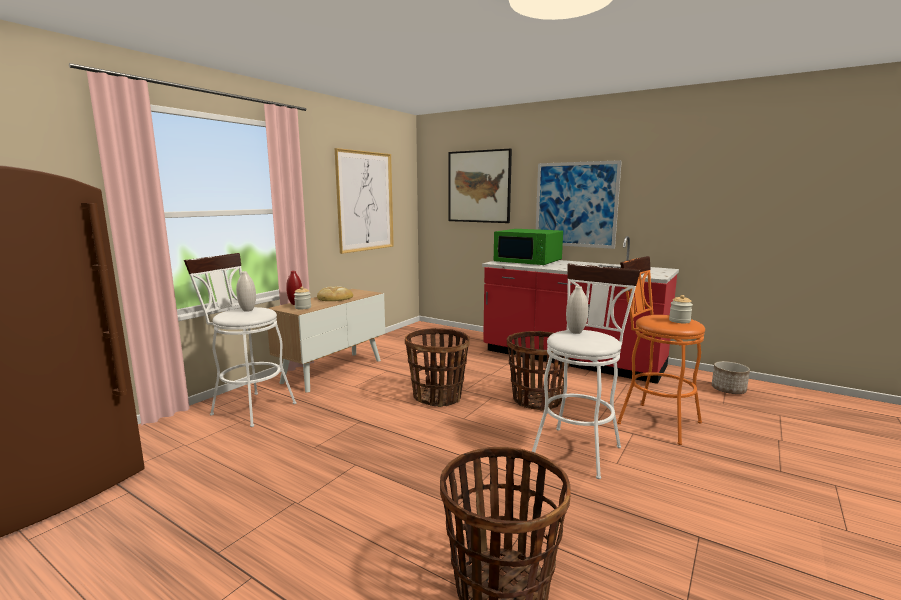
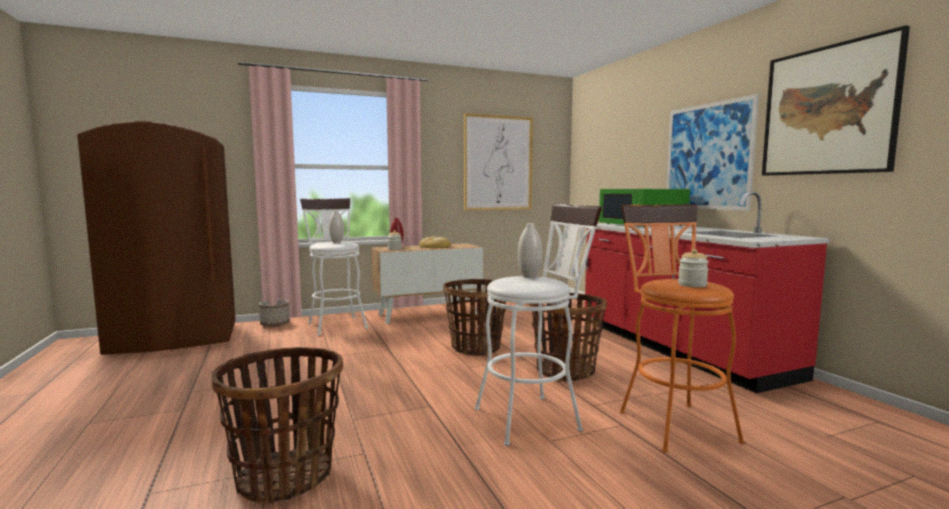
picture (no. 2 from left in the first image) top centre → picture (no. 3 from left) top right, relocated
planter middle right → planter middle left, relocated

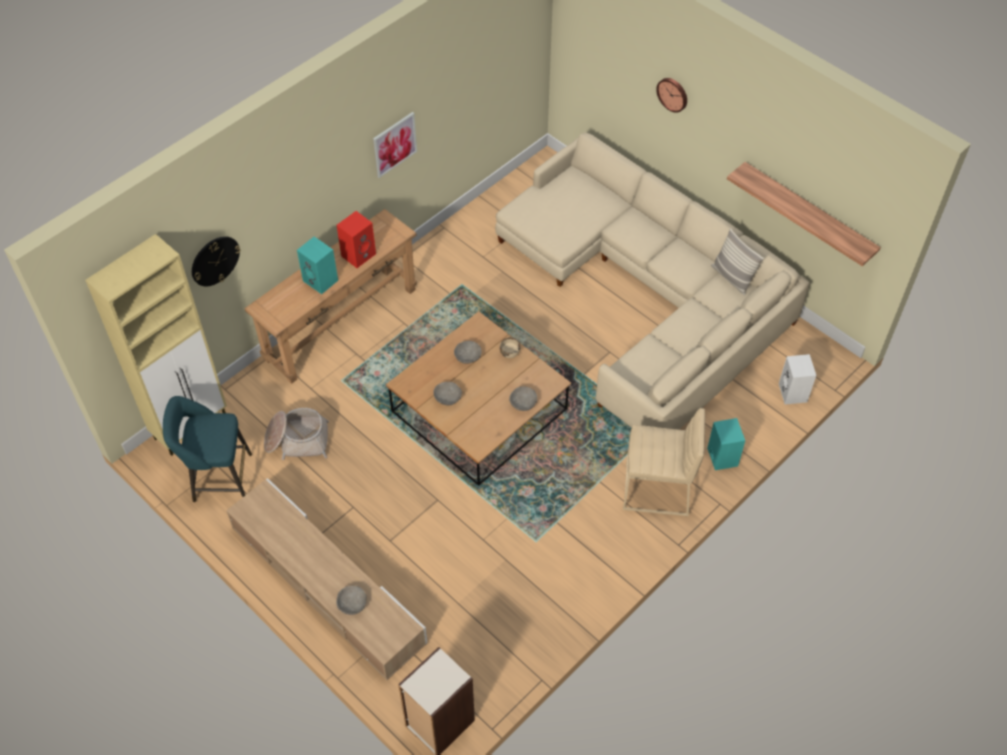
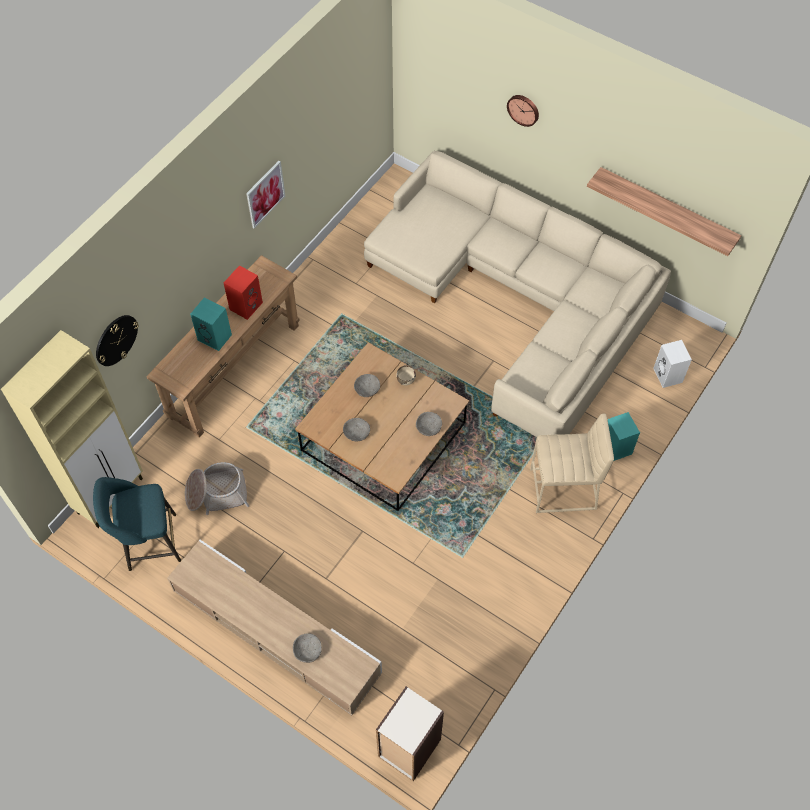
pillow middle right → -

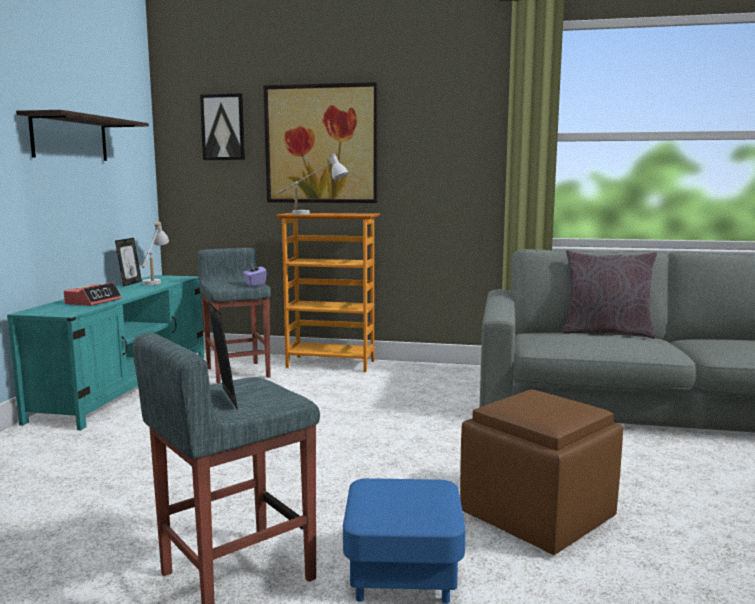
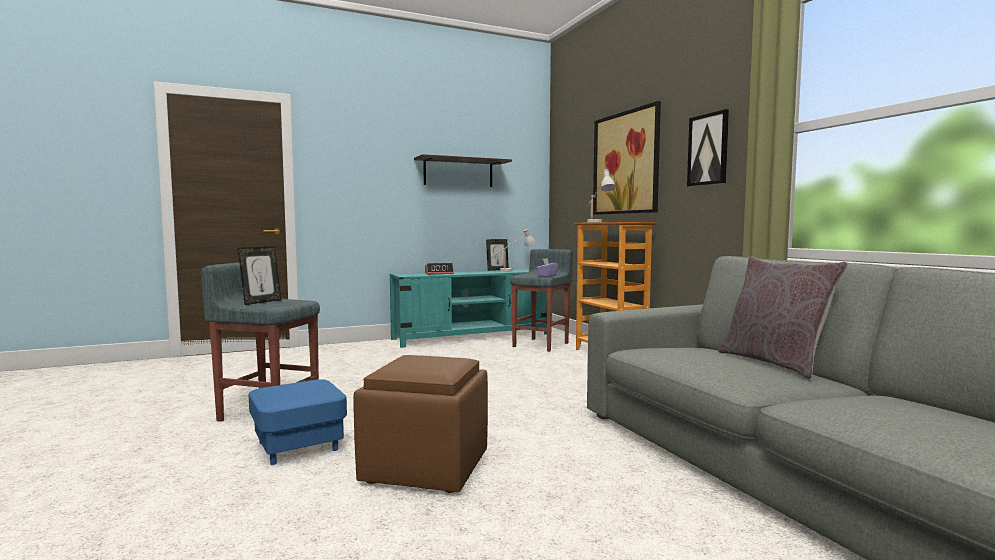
picture (no. 1 from left in the first image) top left → picture (no. 2 from left) top right, relocated

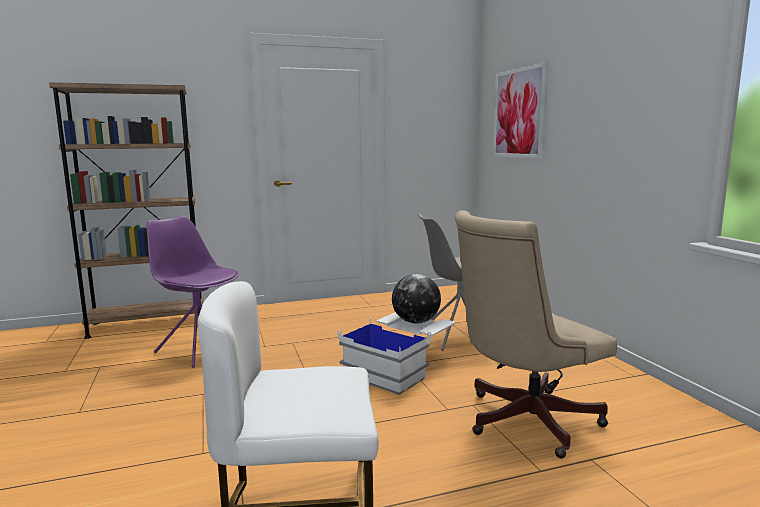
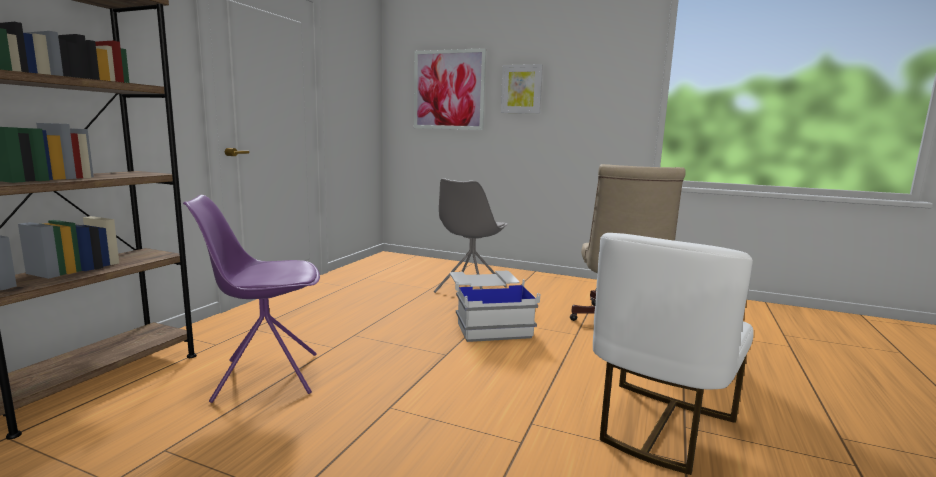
globe centre → -
- → picture (no. 2 from left) top centre

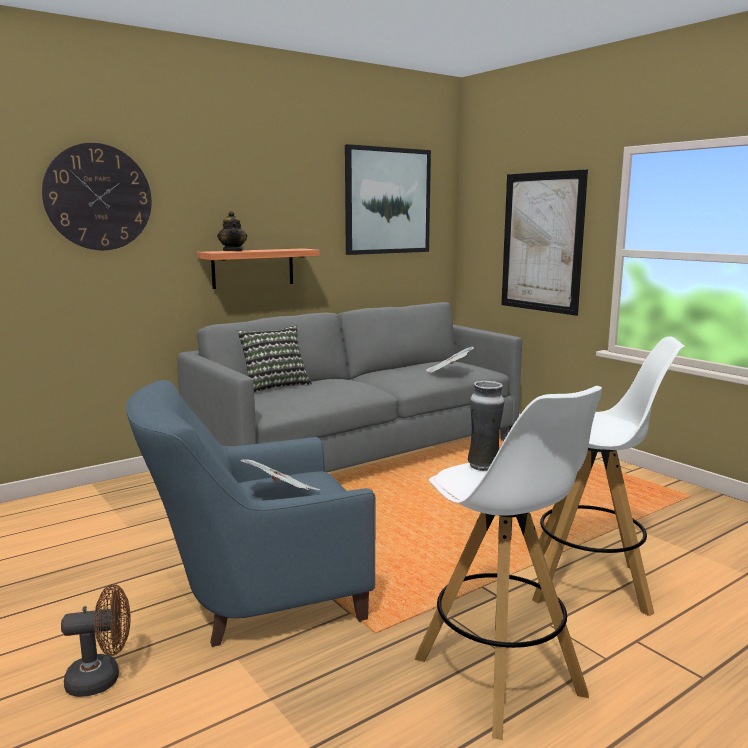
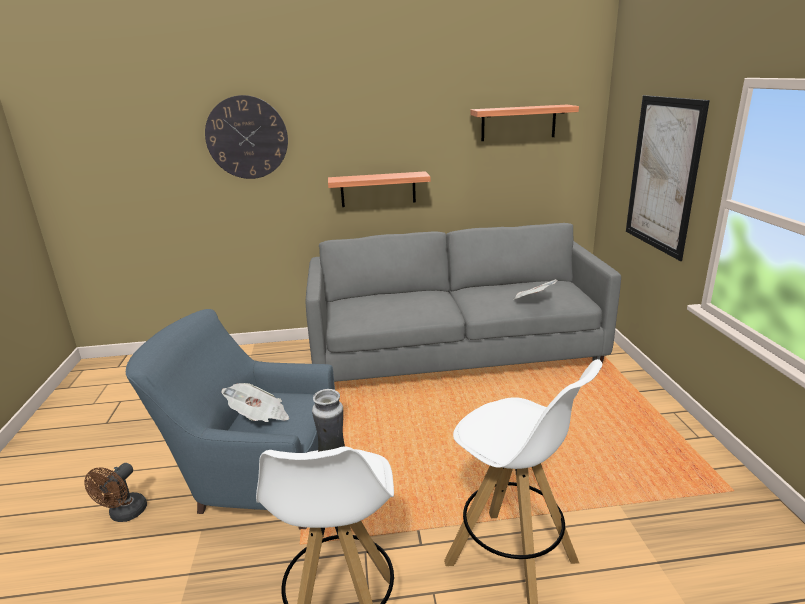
teapot top left → -
pillow centre → -
picture (no. 1 from left) top centre → shelf (no. 2 from left) top centre
fan (brown) bottom left, 90 degrees clockwise

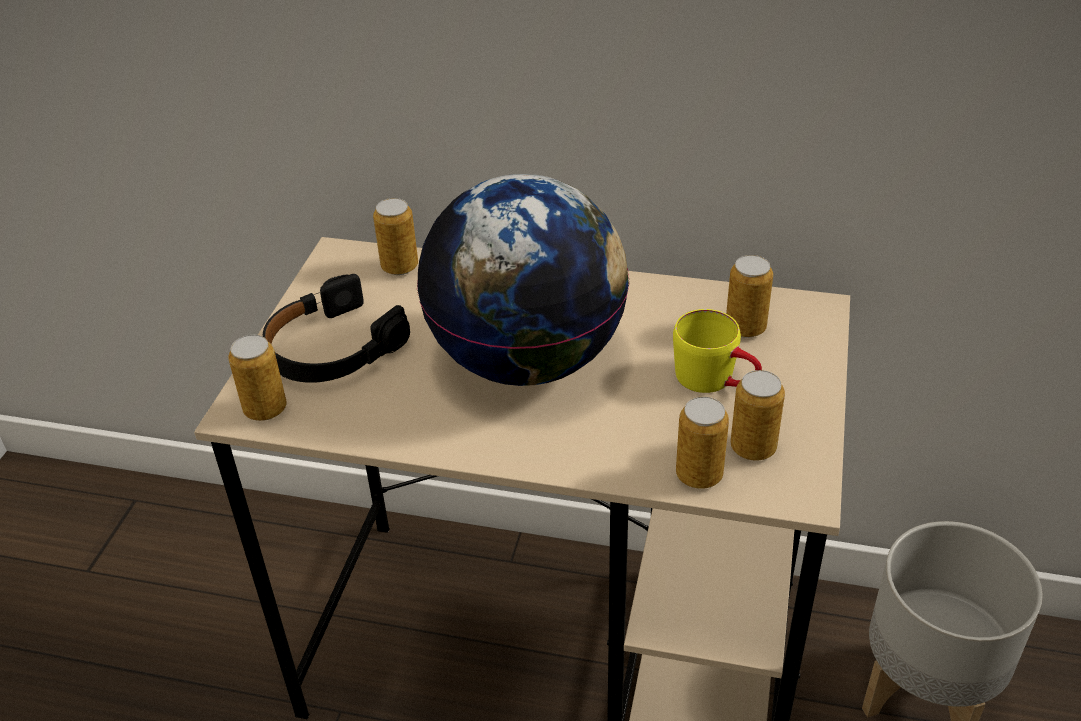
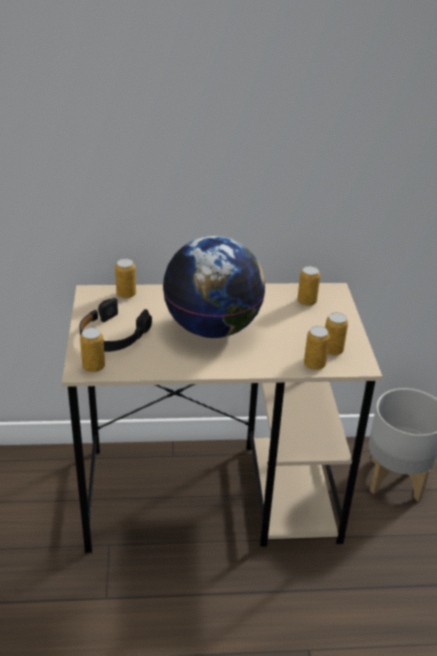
mug (yellow) centre → -

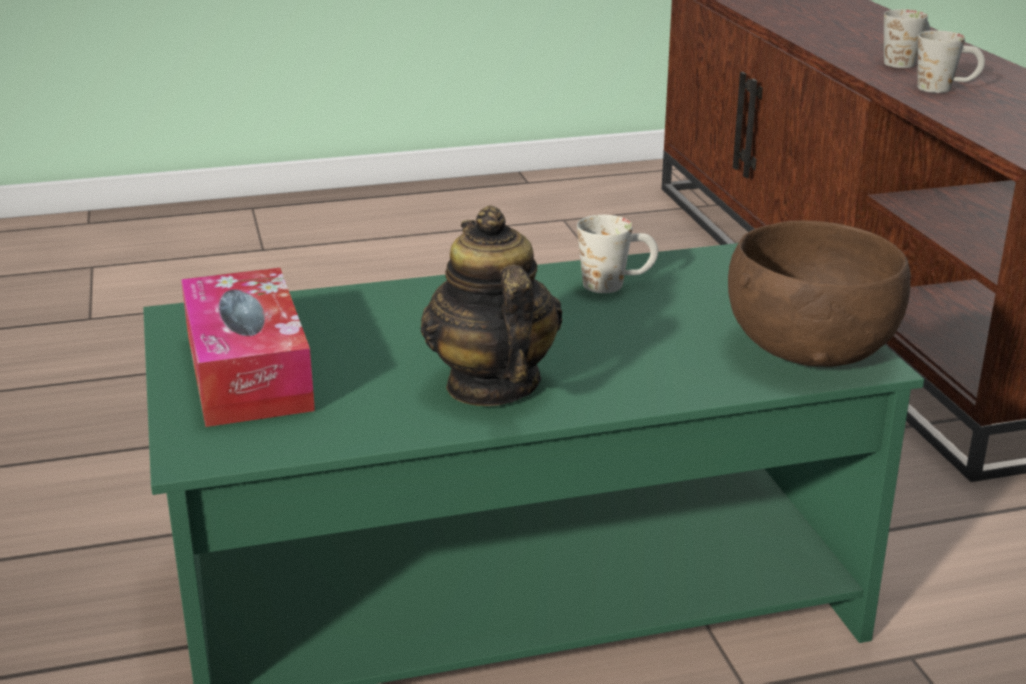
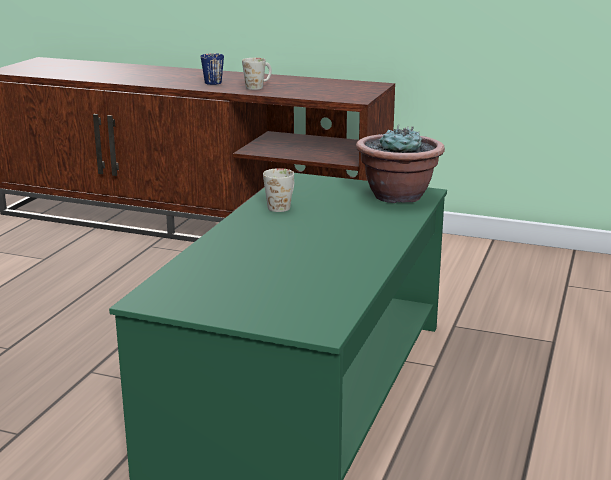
tissue box middle left → -
teapot centre → -
bowl (brown) middle right → potted plant centre
mug (white) (no. 2 from left) top right → mug (blue) top centre

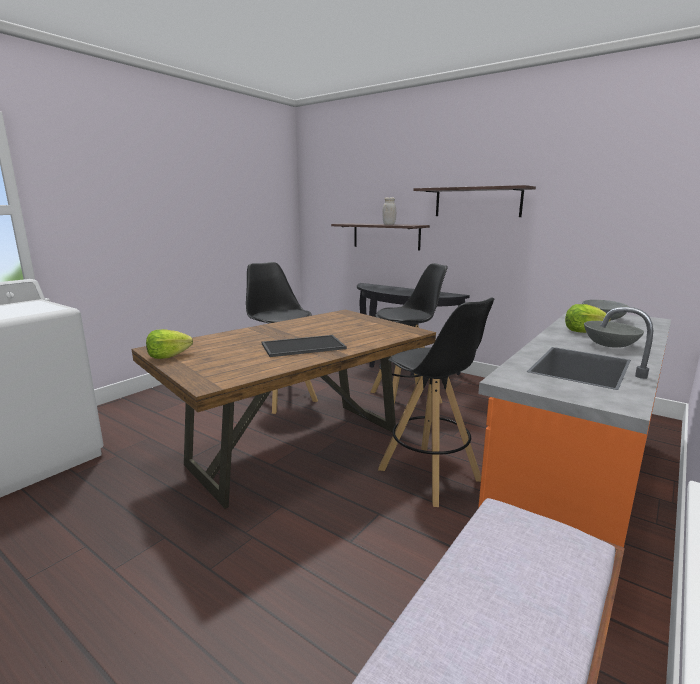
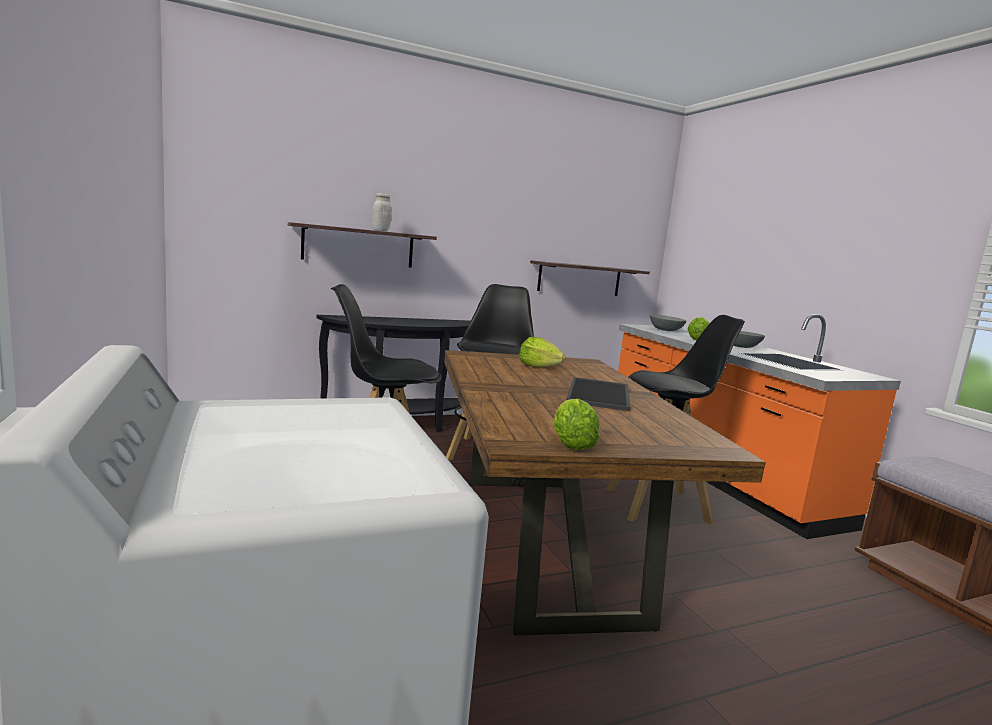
- → lettuce (no. 1 from left) centre
shelf (no. 2 from left) top right → shelf (no. 2 from left) centre, relocated

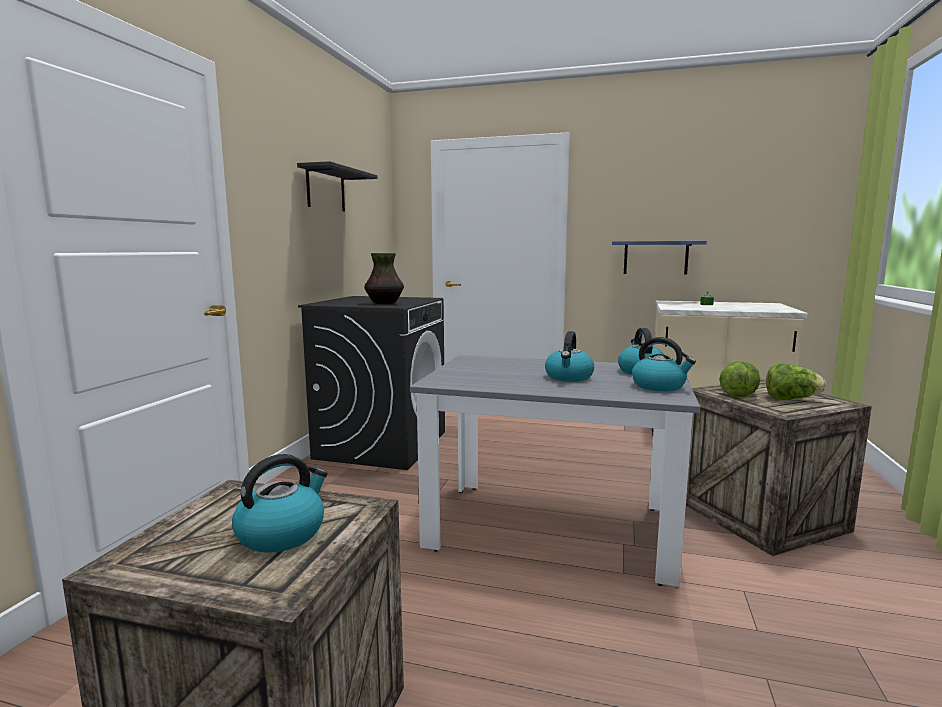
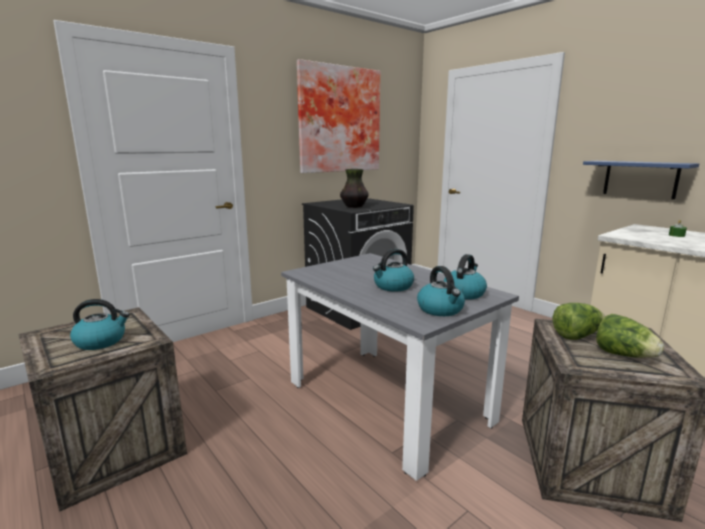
shelf (black) top centre → picture top centre

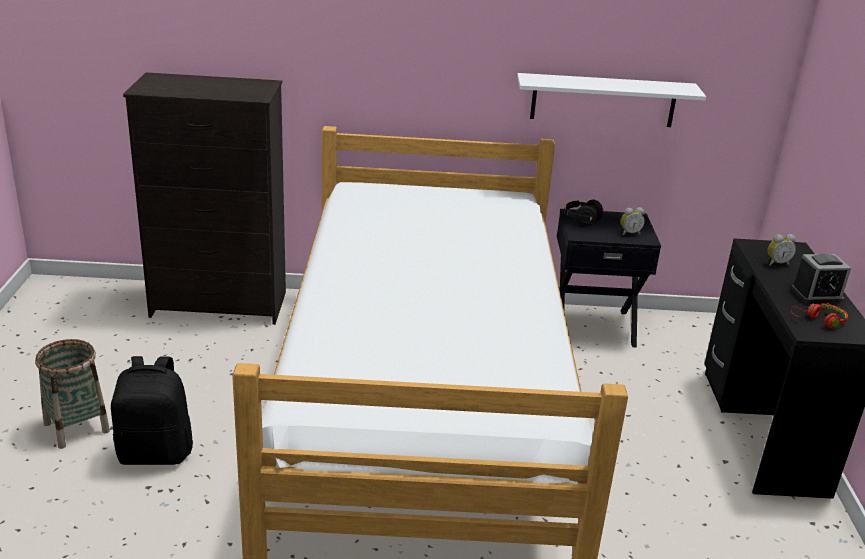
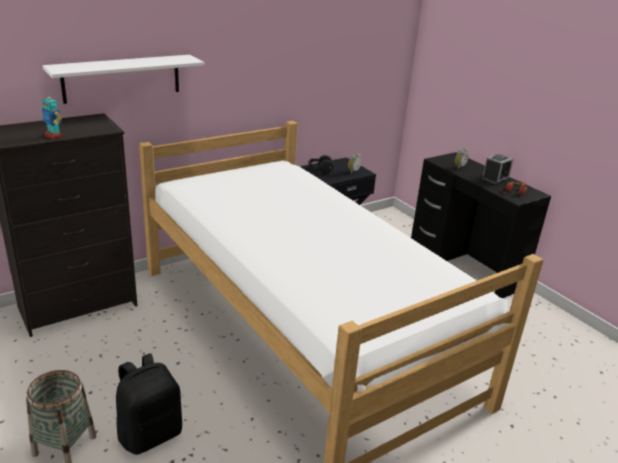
- → toy robot top left
shelf (white) top right → shelf (white) top left, relocated

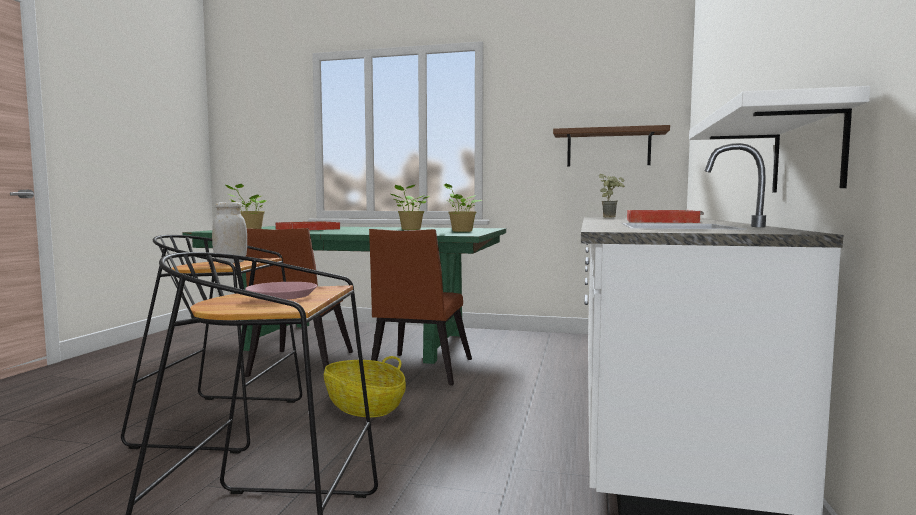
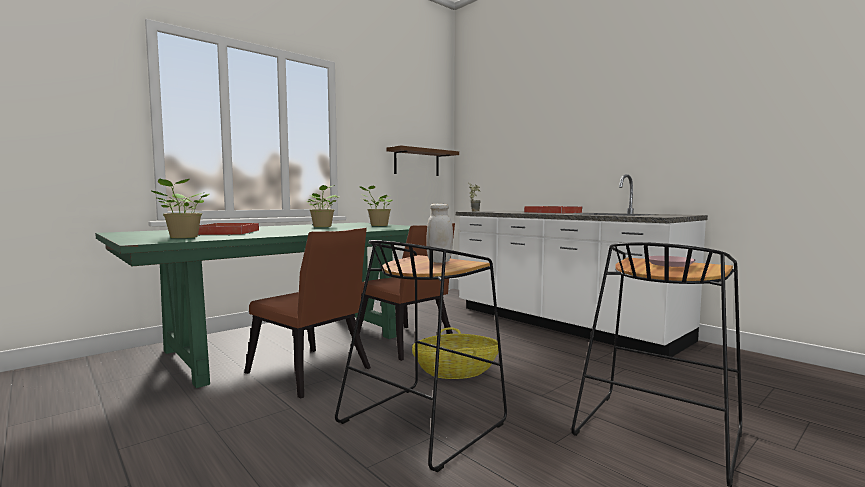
shelf (white) top right → -

